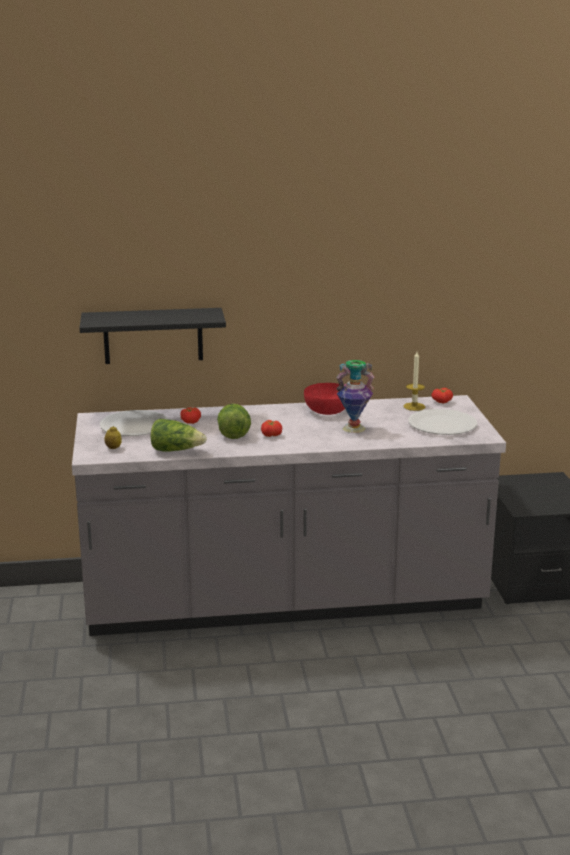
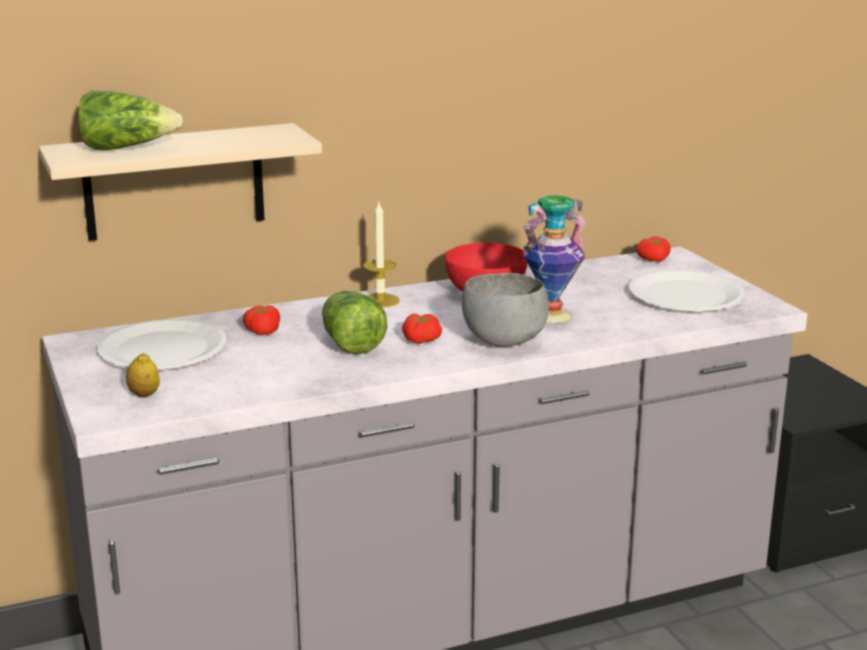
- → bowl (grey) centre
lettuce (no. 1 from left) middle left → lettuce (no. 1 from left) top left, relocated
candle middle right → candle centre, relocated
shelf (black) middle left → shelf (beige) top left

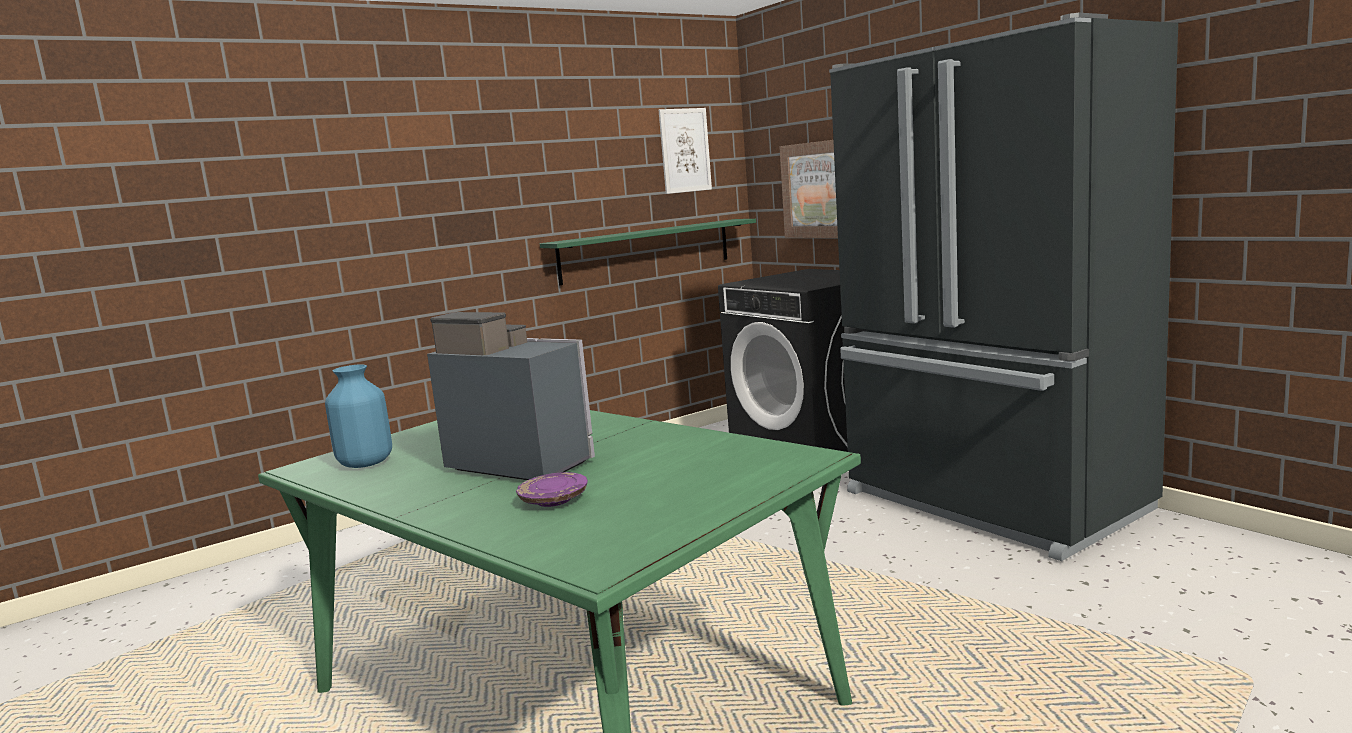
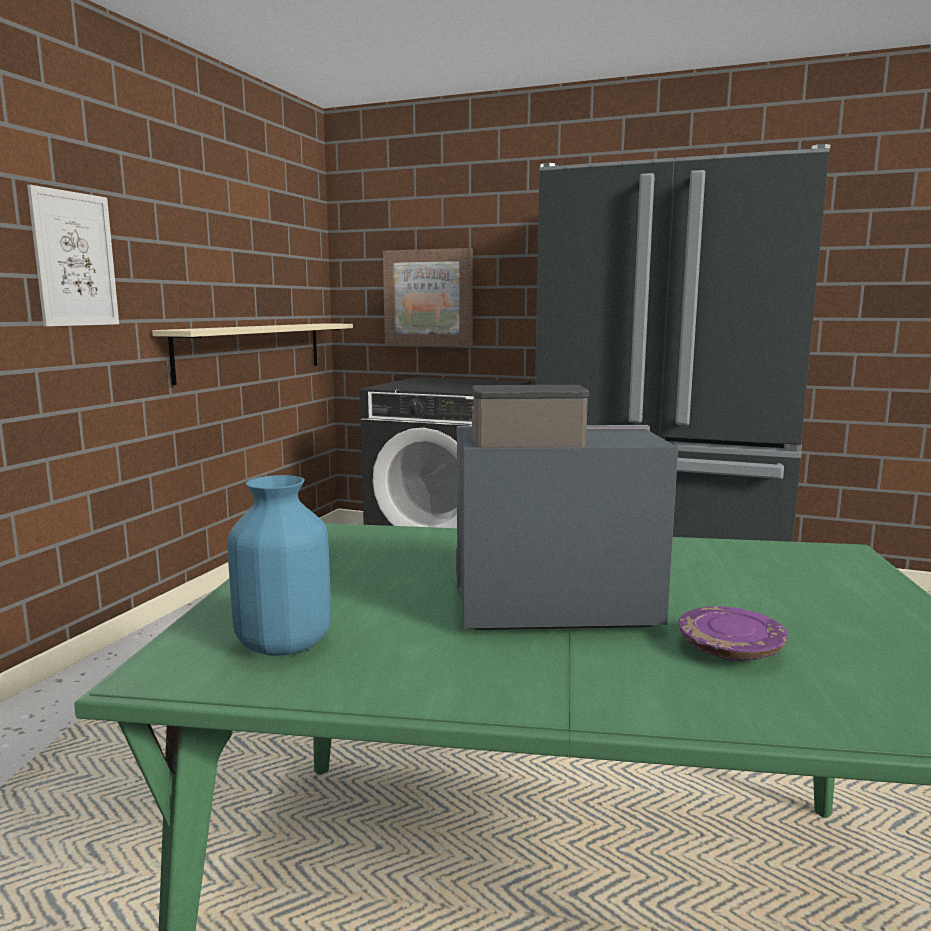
picture (no. 1 from left) top centre → picture (no. 1 from left) top left, relocated
shelf (green) centre → shelf (beige) middle left

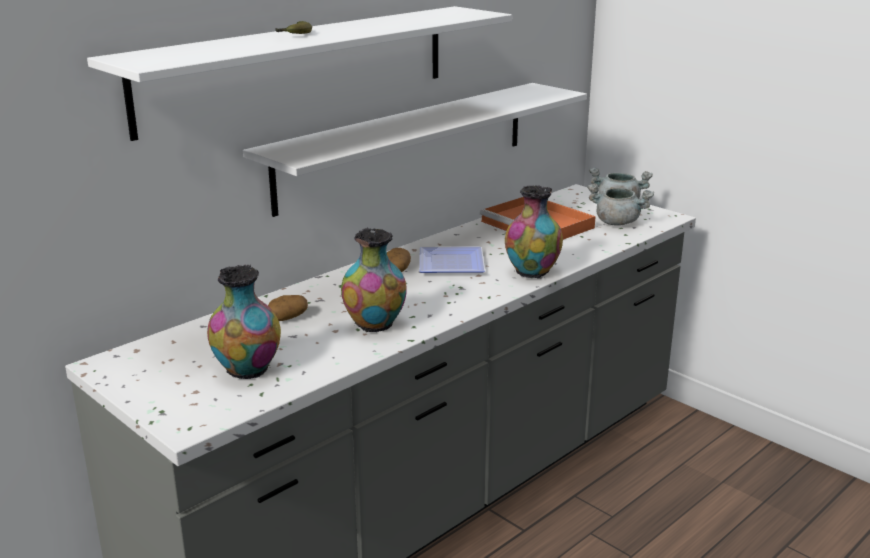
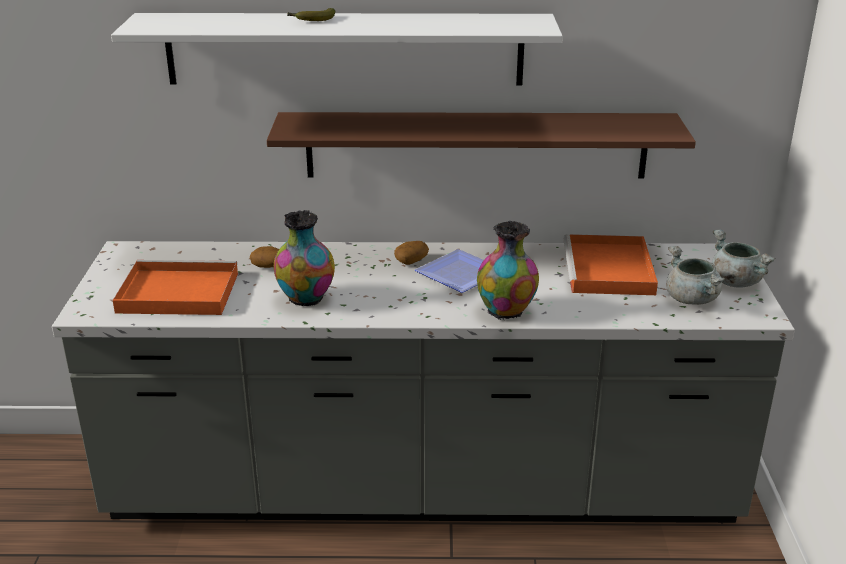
vase (no. 1 from left) middle left → tray (orange) (no. 1 from left) middle left
shelf (white) (no. 2 from left) top centre → shelf (brown) top centre

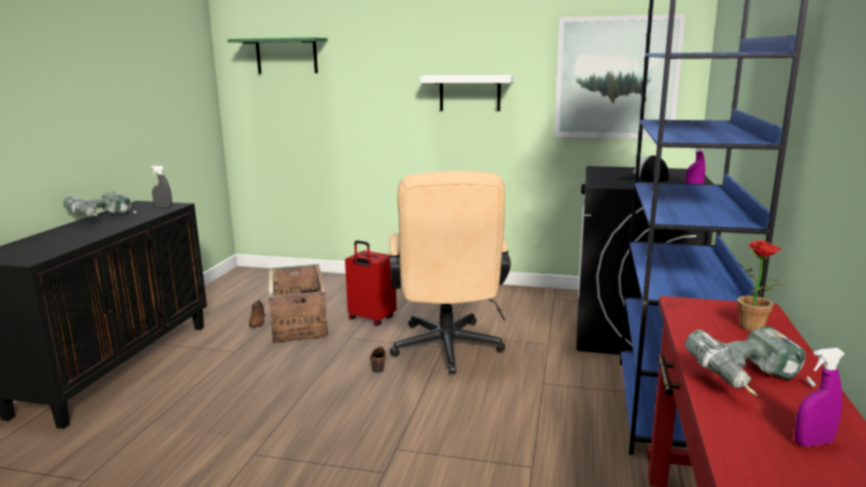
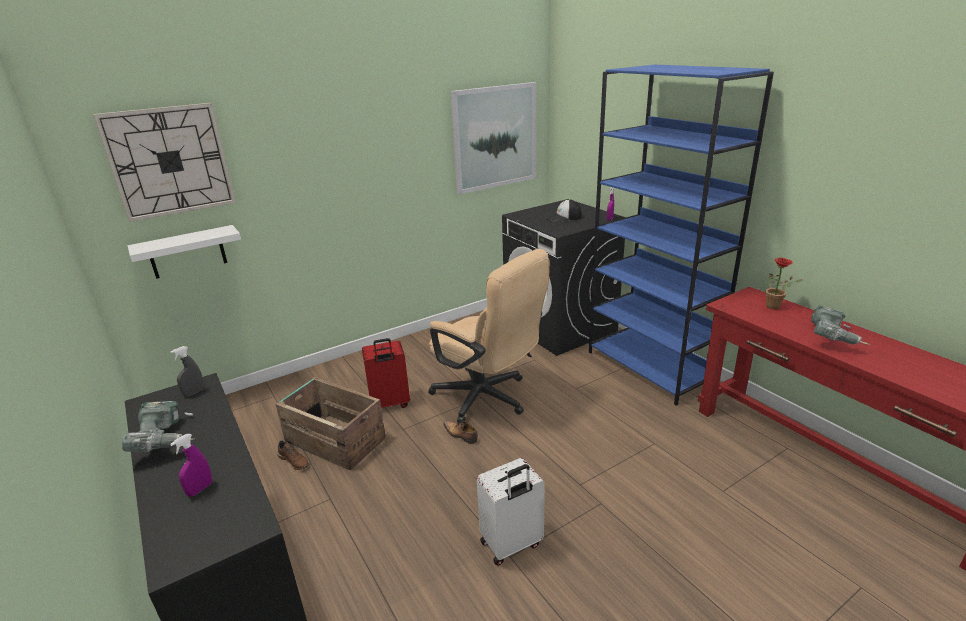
- → suitcase (white) bottom centre
shelf (white) top centre → shelf (white) middle left, relocated
spray bottle (purple) (no. 2 from left in the first image) bottom right → spray bottle (purple) (no. 1 from left) bottom left, relocated
shelf (green) top left → wall clock top left

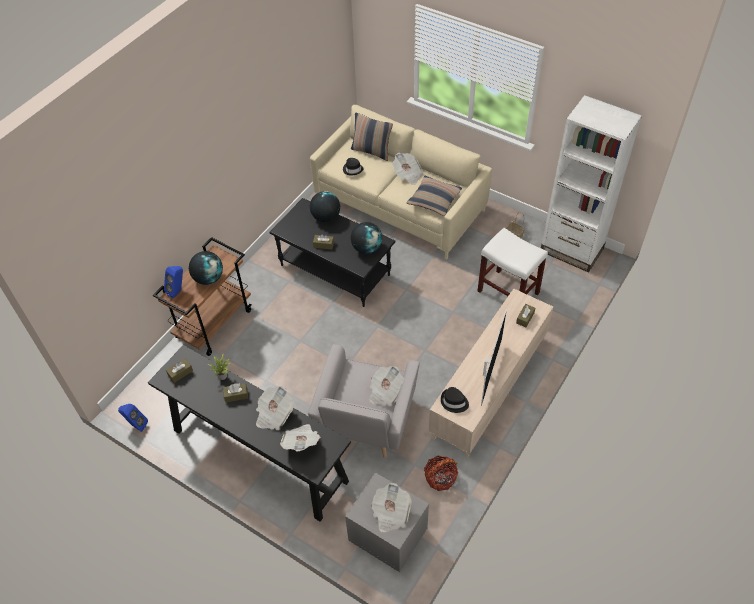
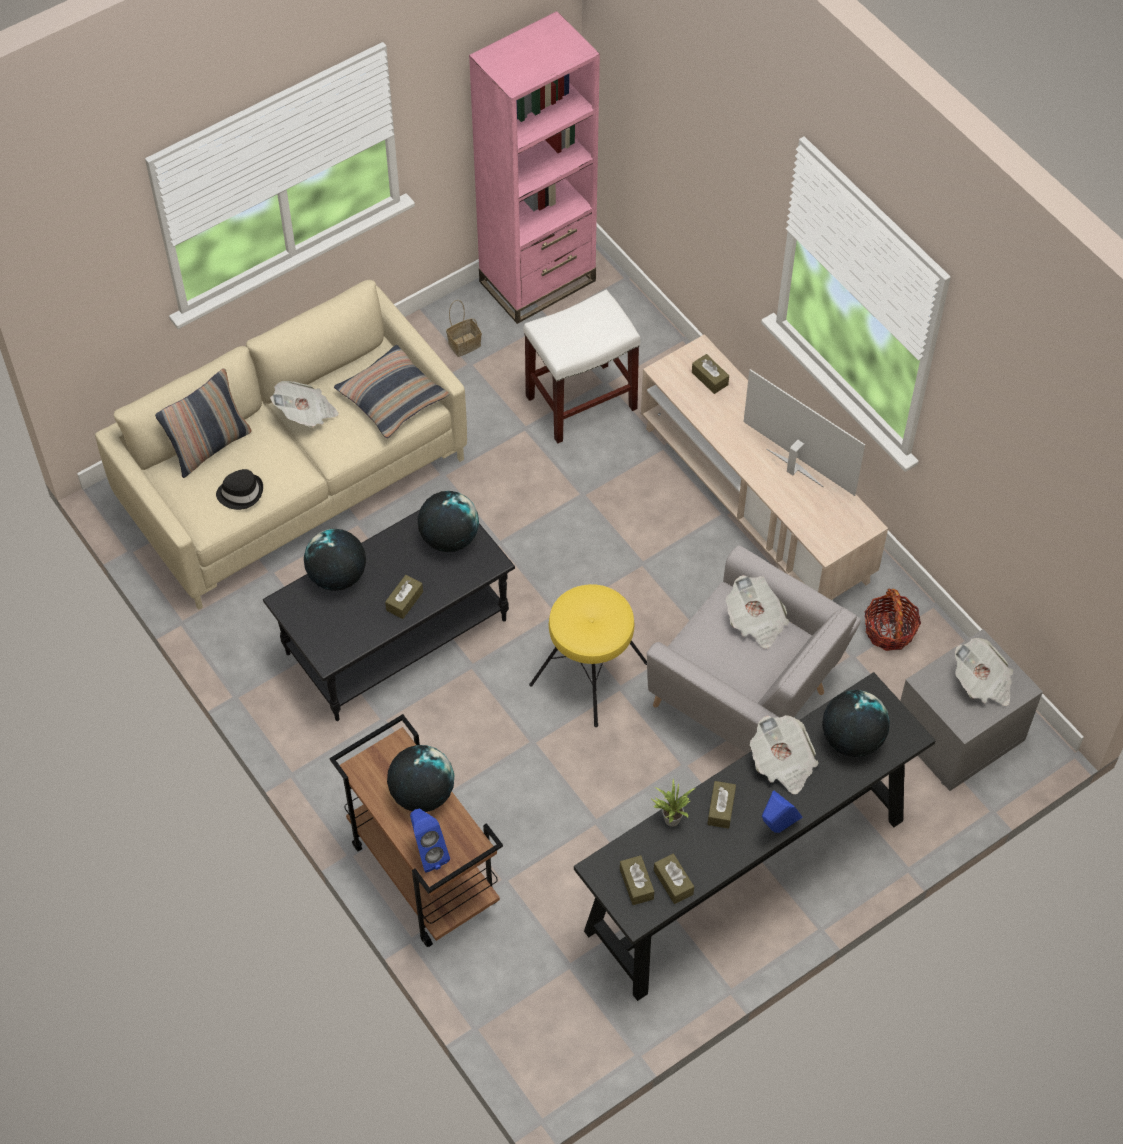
hat (black) (no. 2 from left) centre → -
- → stool (yellow) centre
- → tissue box (brown) (no. 3 from left) bottom centre
speaker (blue) (no. 1 from left in the first image) bottom left → speaker (blue) (no. 2 from left) bottom right, relocated
newspaper (no. 2 from left) bottom centre → globe (no. 4 from left) middle right
bookcase (white) top right → bookcase (pink) top centre

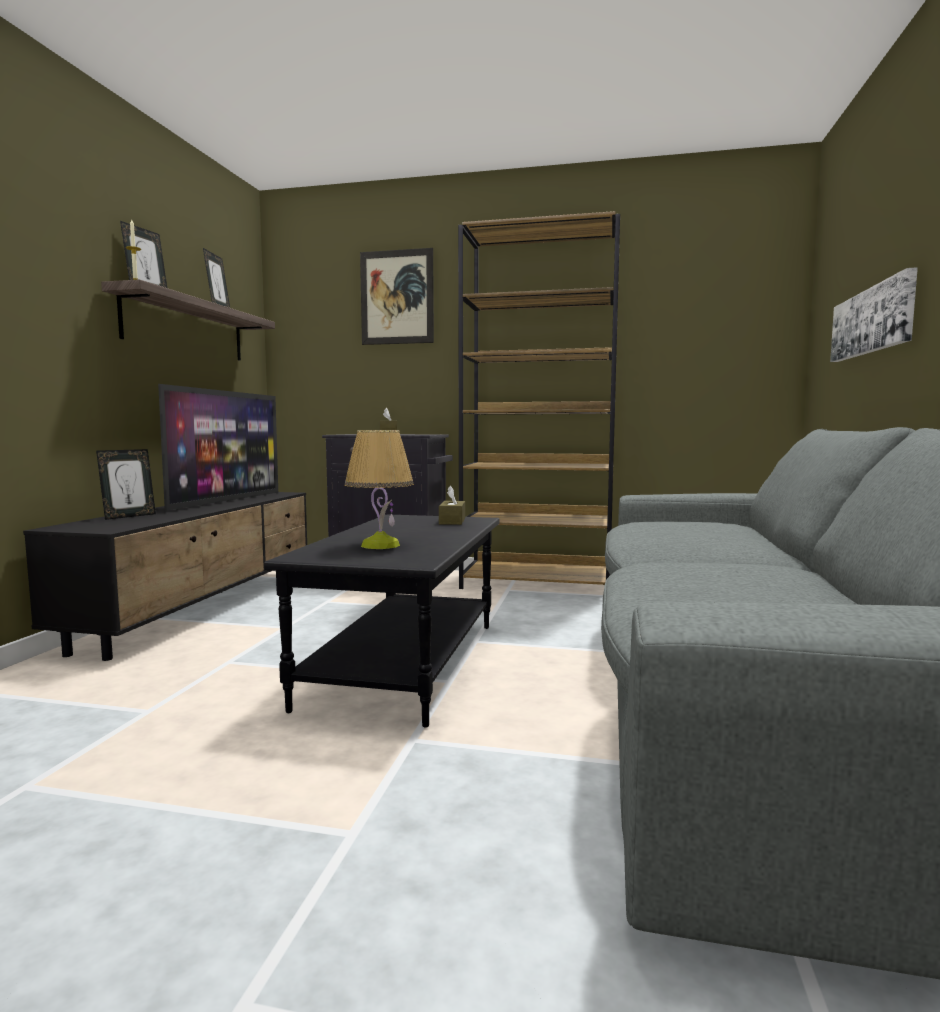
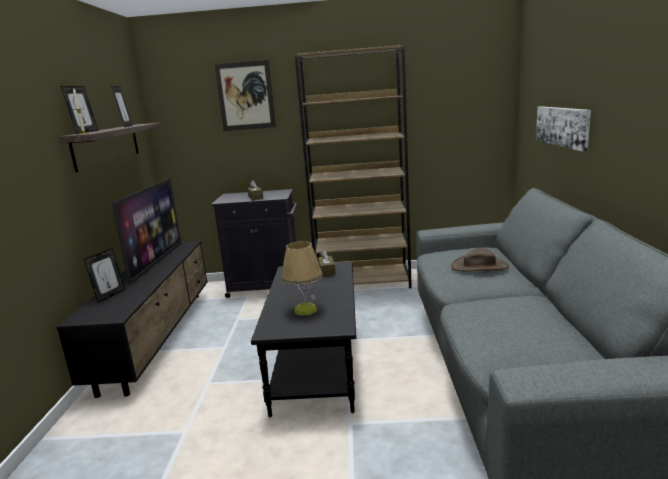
- → hat (brown) middle right

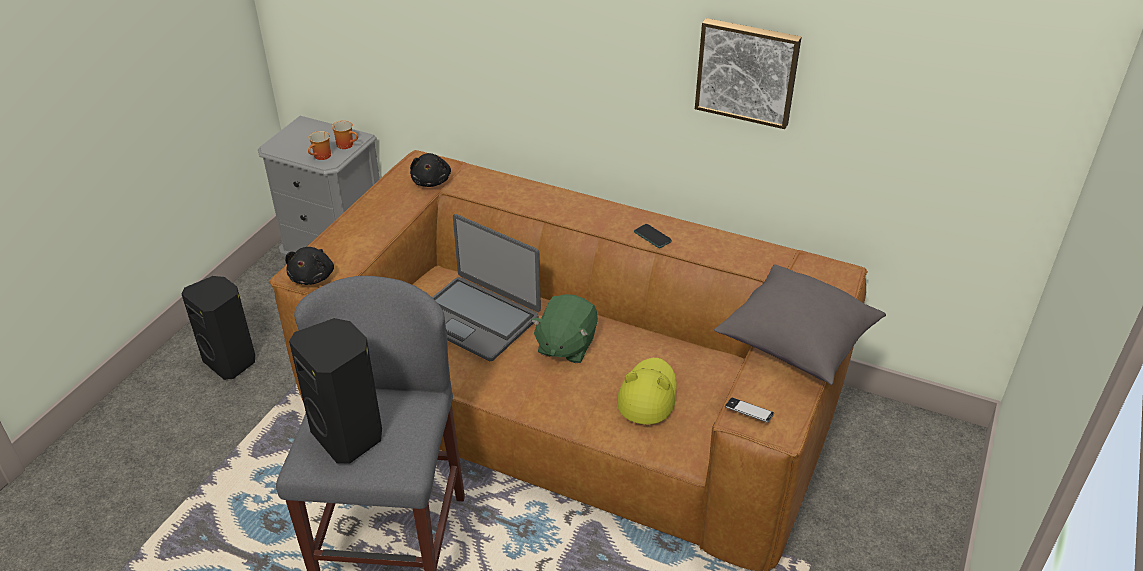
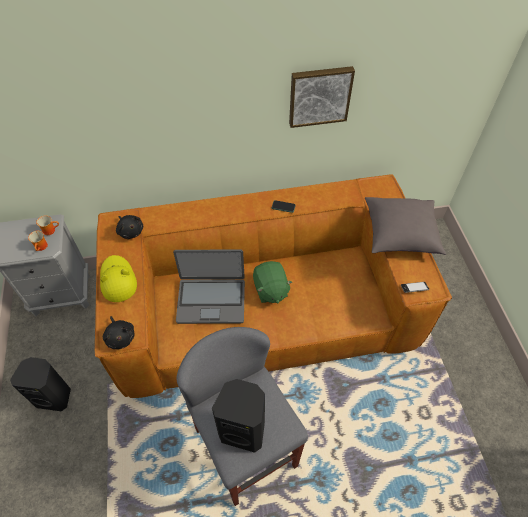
hat (yellow) bottom centre → hat (yellow) middle left, relocated

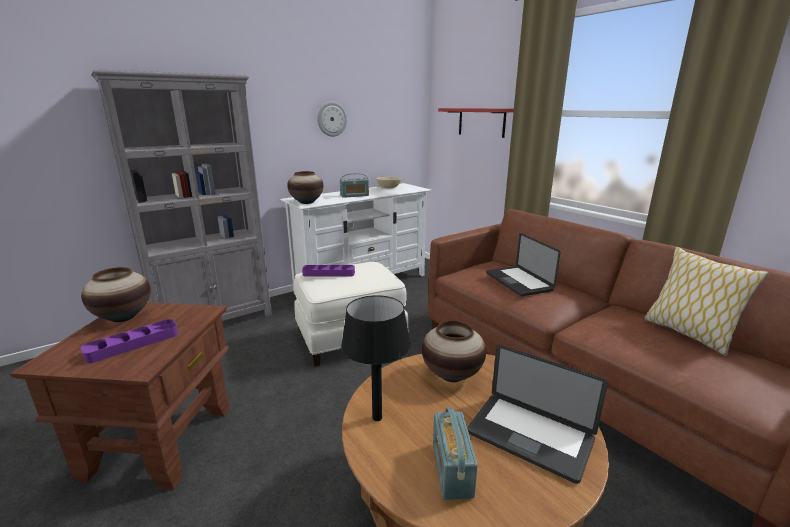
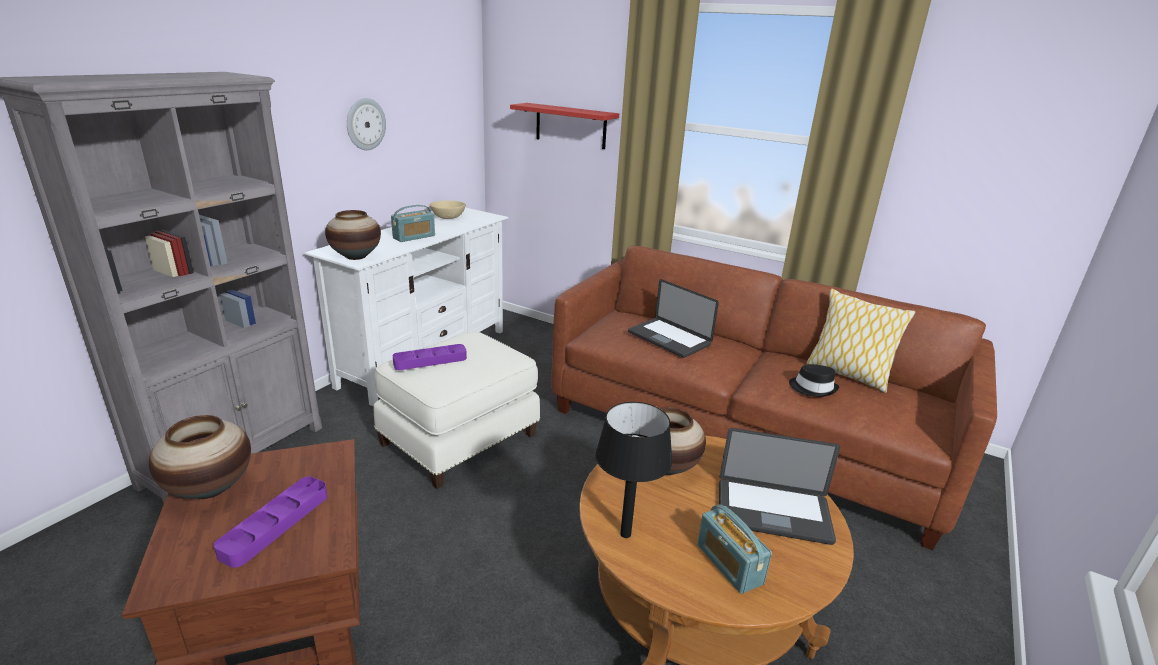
- → hat (black) middle right

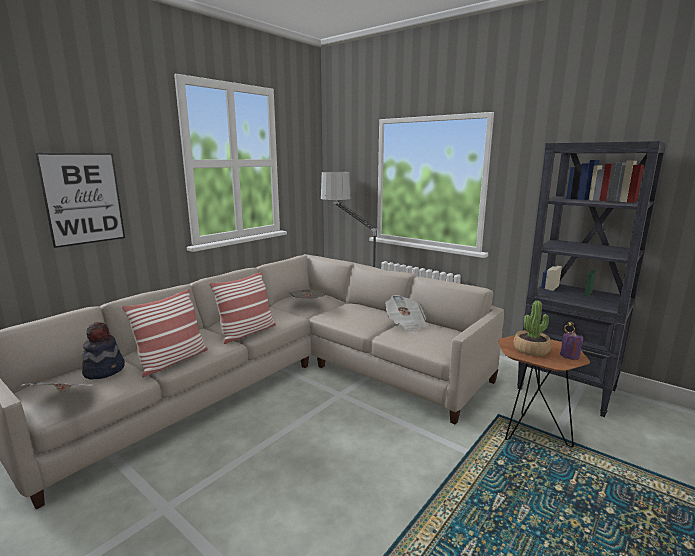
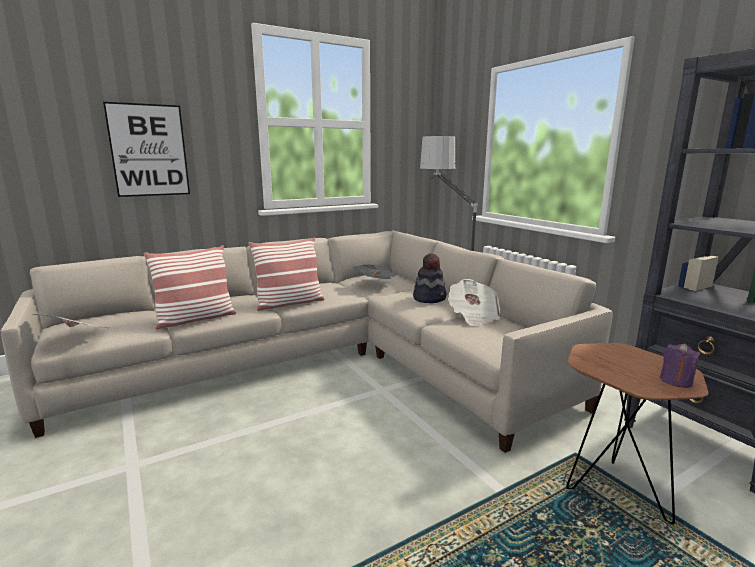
potted plant middle right → -
hat middle left → hat centre, relocated

